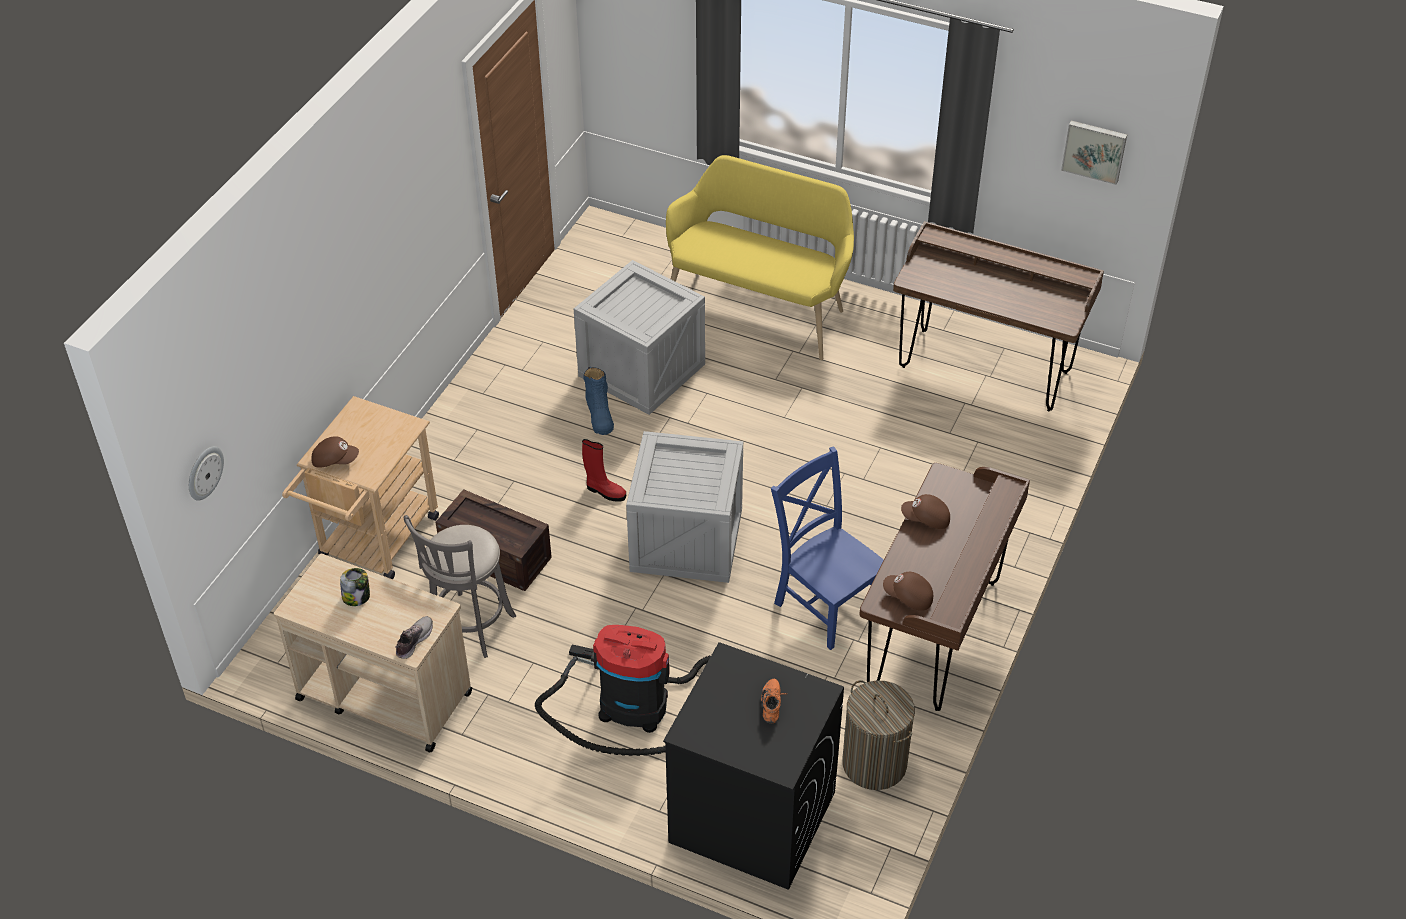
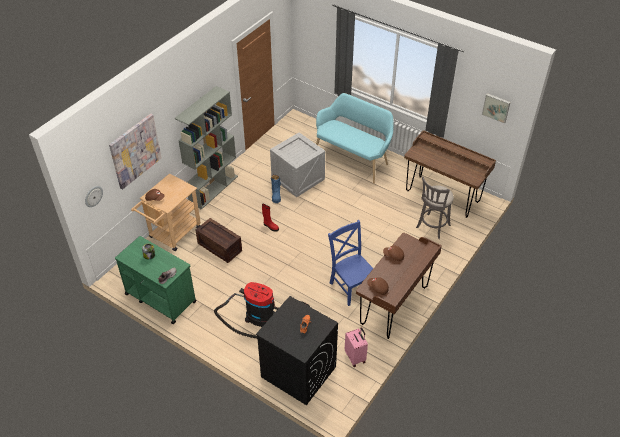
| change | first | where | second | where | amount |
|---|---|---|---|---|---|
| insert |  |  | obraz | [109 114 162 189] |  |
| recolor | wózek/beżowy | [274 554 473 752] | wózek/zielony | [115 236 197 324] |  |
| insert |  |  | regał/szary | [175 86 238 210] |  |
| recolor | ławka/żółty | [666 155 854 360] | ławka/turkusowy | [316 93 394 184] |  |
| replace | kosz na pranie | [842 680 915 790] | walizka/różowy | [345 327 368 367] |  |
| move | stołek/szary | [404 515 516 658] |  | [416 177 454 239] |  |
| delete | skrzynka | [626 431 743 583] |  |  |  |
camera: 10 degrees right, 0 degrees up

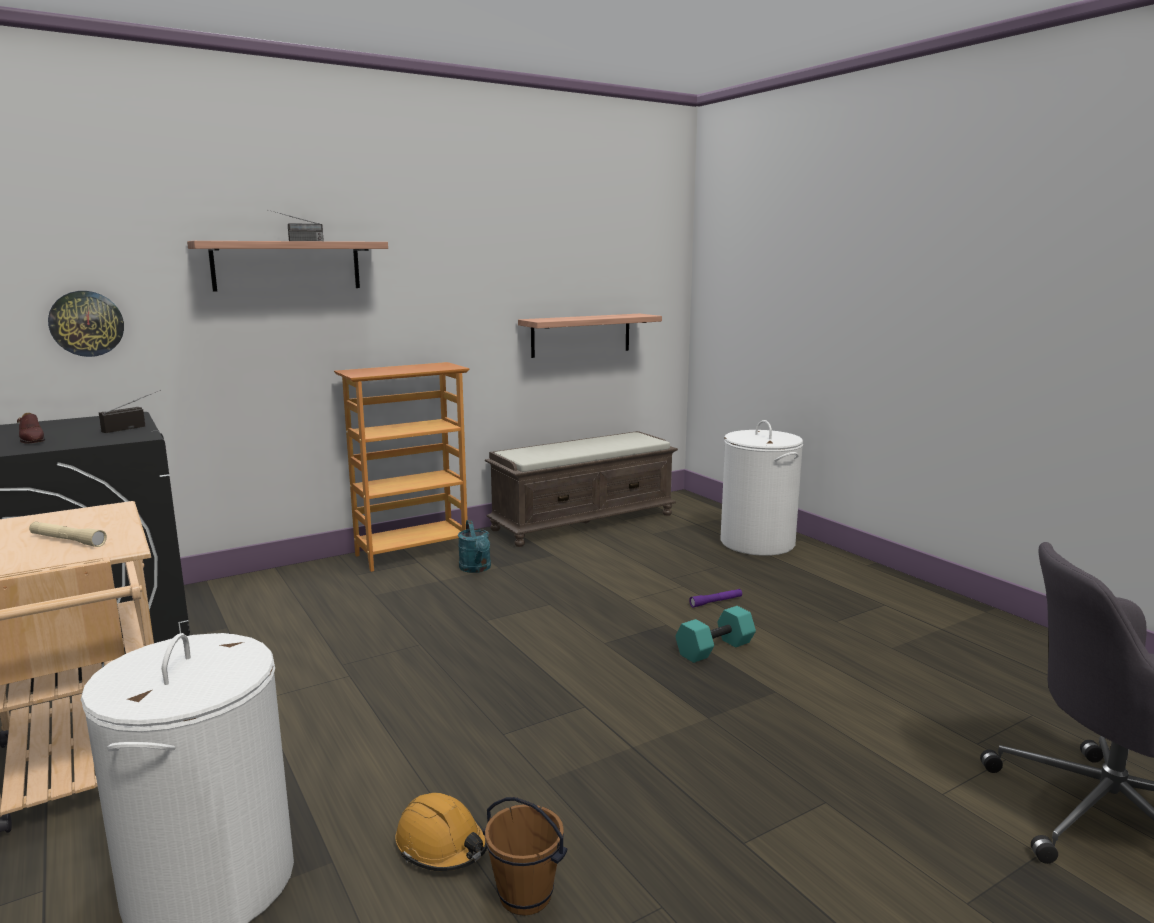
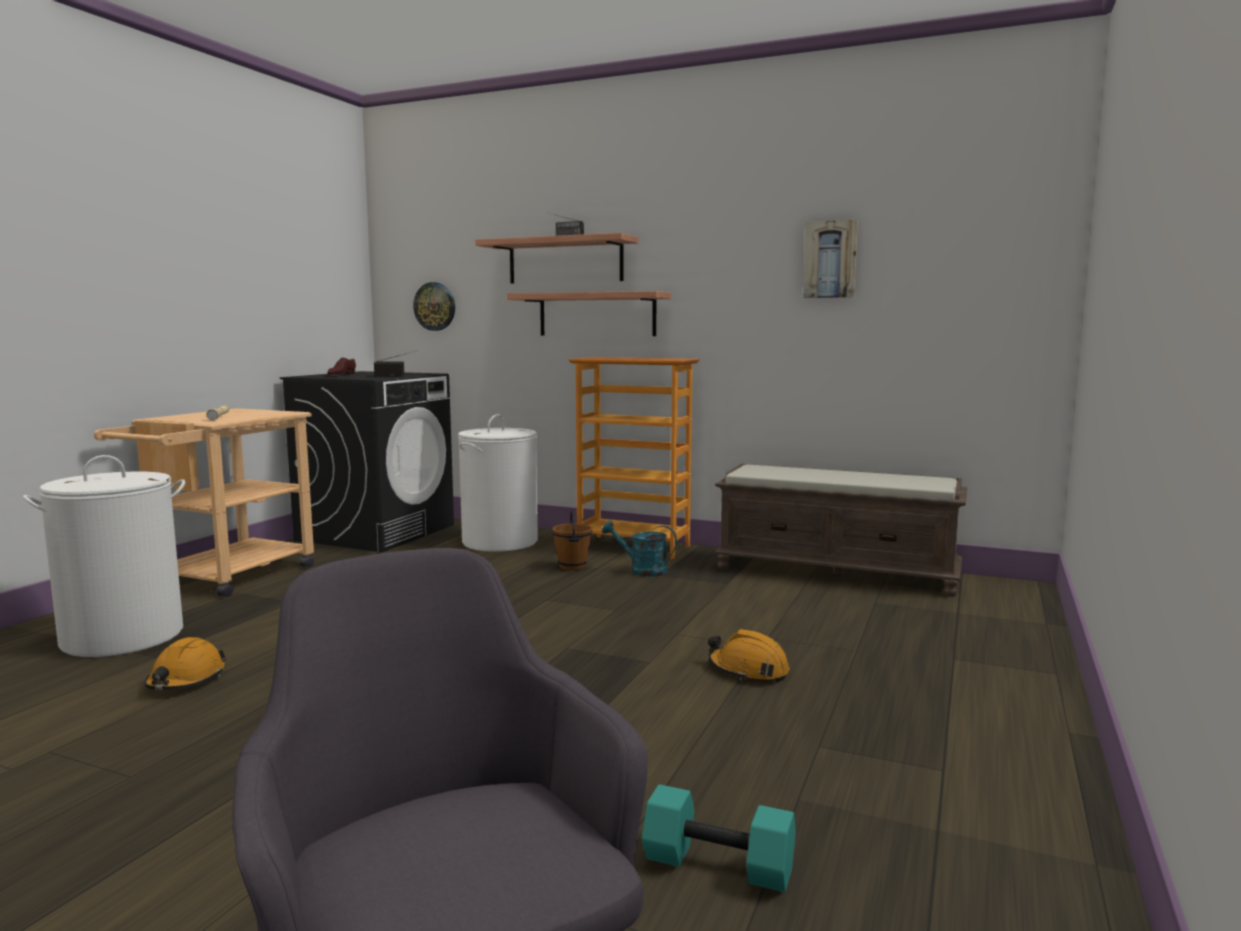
| change | first | where | second | where | amount |
|---|---|---|---|---|---|
| move | kosz na pranie/biały | [720 420 803 556] |  | [458 414 538 552] |  |
| move | półka | [518 314 662 358] |  | [507 291 671 336] |  |
| move | wiadro/brązowy | [483 797 567 916] |  | [552 510 592 571] |  |
| rotate | konewka/turkusowy | [458 520 491 573] |  | [602 520 677 576] | 75 degrees clockwise |
| move | hantel/turkusowy | [675 606 756 663] |  | [642 784 796 892] |  |
| replace | latarka/fioletowy | [689 589 742 607] | kask/pomarańczowy | [708 629 790 682] |  |
| insert |  |  | obraz | [803 220 858 298] |  |
camera: 55 degrees right, 5 degrees down

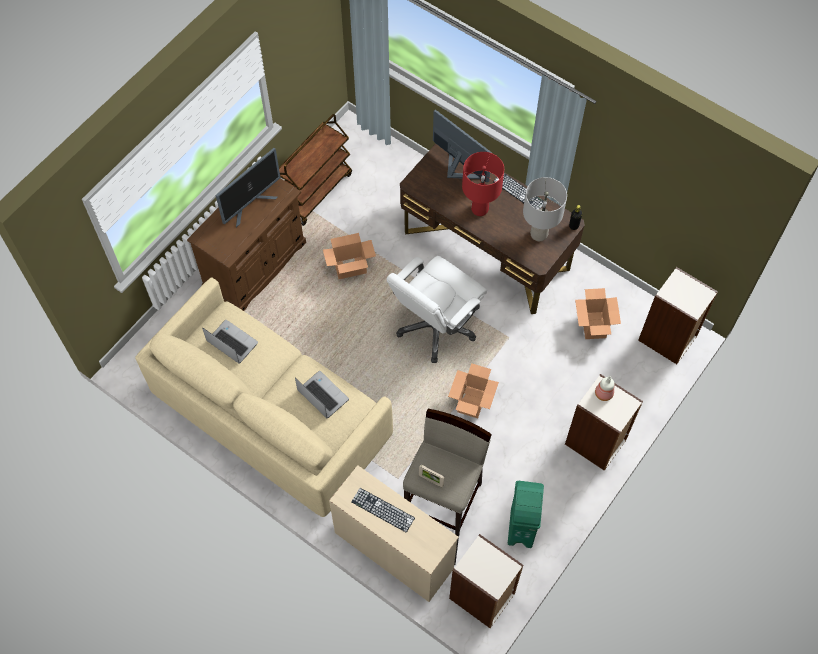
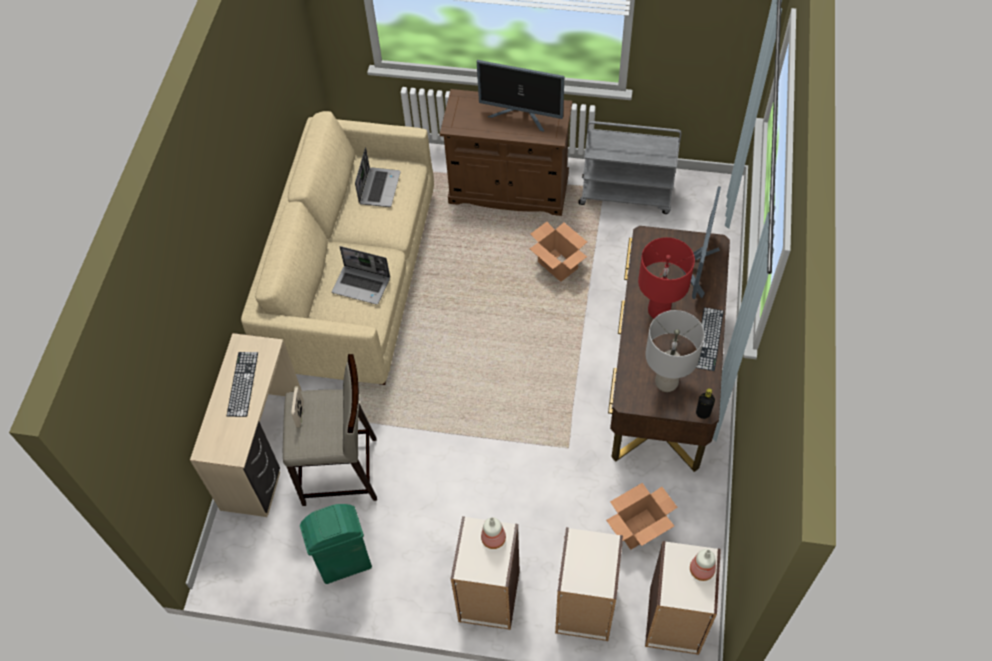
| change | first | where | second | where | amount |
|---|---|---|---|---|---|
| rotate | laptop | [295 371 349 418] |  | [332 246 390 305] | 90 degrees clockwise |
| move | regał | [449 534 523 628] |  | [555 528 623 641] |  |
| recolor | wózek/brązowy | [279 114 352 226] | wózek/szary | [578 121 681 214] |  |
| insert |  |  | butelka | [690 549 716 581] |  |
| delete | krzesło biurowe/biały | [387 256 487 363] |  |  |  |
| delete | karton | [448 363 499 418] |  |  |  |
camera: 65 degrees right, 5 degrees down

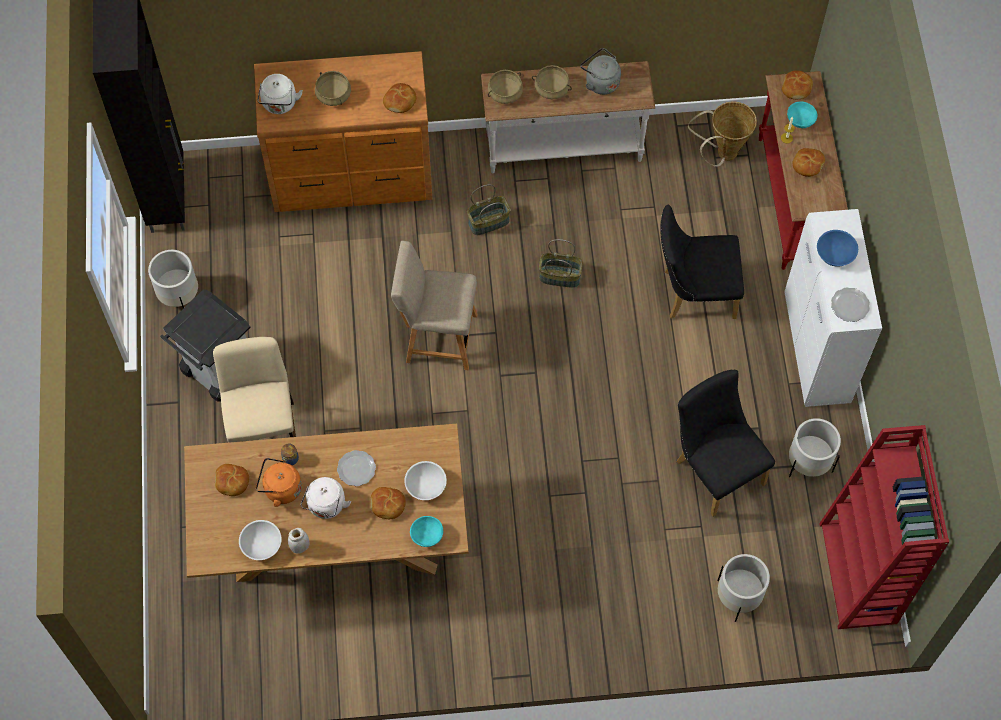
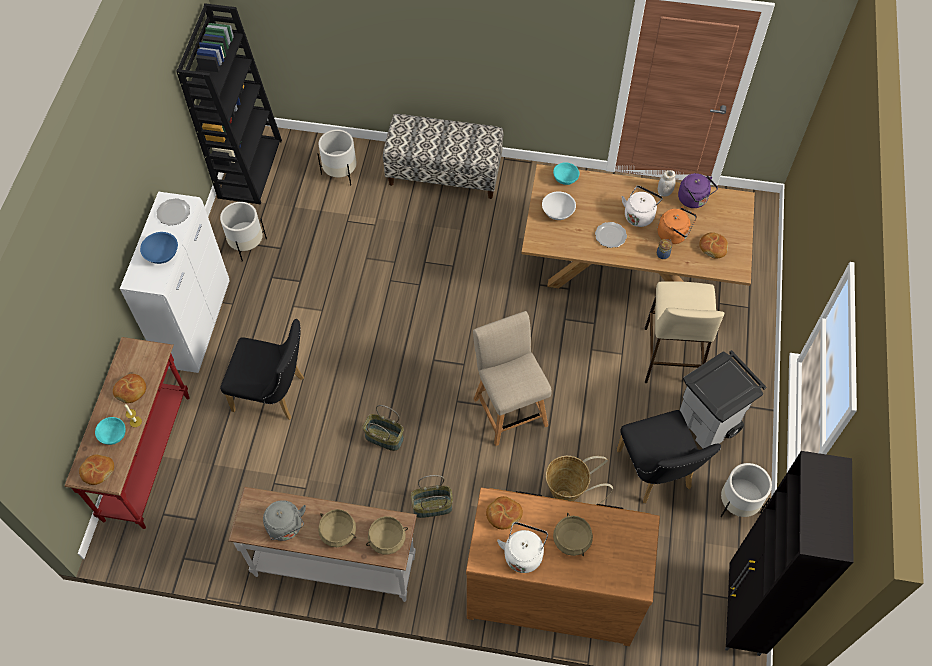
| change | first | where | second | where | amount |
|---|---|---|---|---|---|
| recolor | regał/czerwony | [819 425 949 629] | regał/czarny | [176 3 282 204] |  |
| insert |  |  | ławka | [383 114 504 199] |  |
| rotate | krzesło/beżowy | [391 241 478 370] |  | [473 311 552 446] | 135 degrees counterclockwise |
| move | czajnik/biały | [258 74 303 114] |  | [497 522 548 573] |  |
| move | koszyk | [688 102 757 167] |  | [546 456 613 504] |  |
| move | krzesło/czarny | [676 370 775 517] |  | [617 410 721 503] |  |
| replace | miska/biały | [239 520 282 560] | czajnik/fioletowy | [678 173 718 208] |  |
| delete | chleb | [371 487 406 519] |  |  |  |
camera: 165 degrees left, 5 degrees down

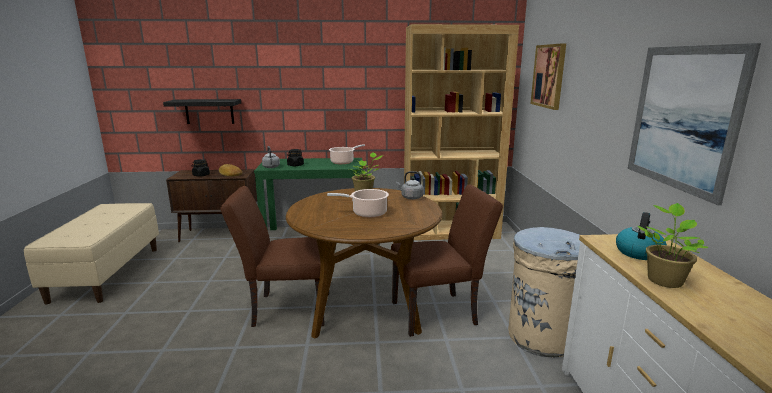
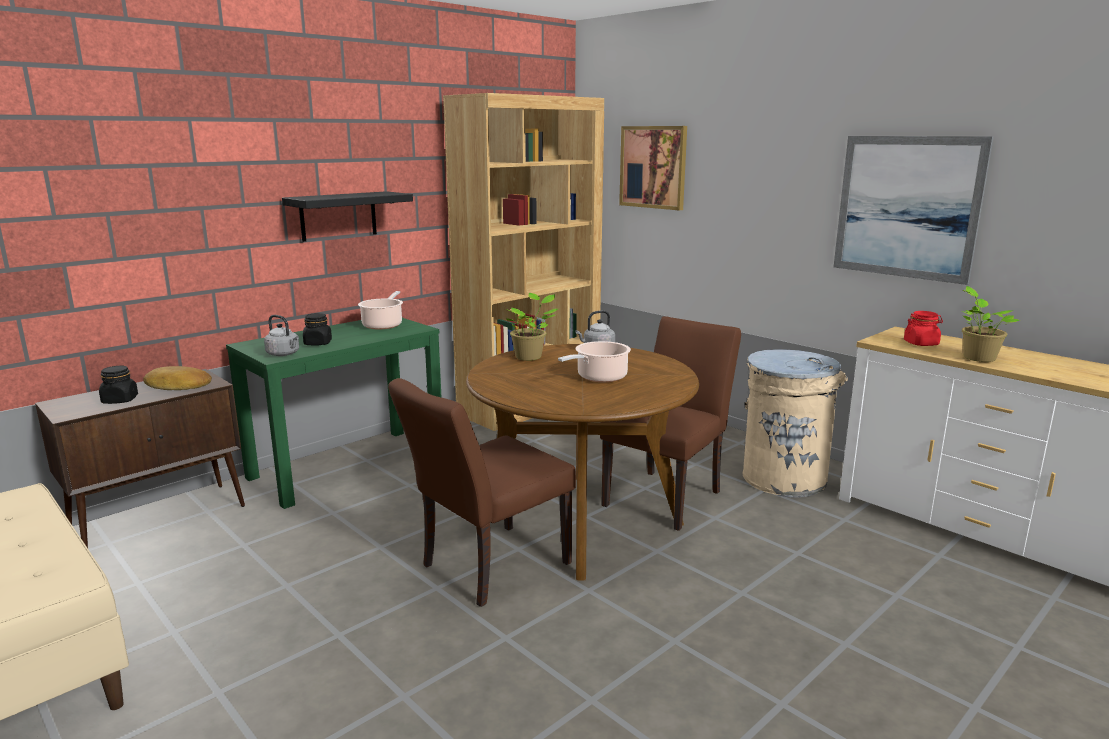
| change | first | where | second | where | amount |
|---|---|---|---|---|---|
| move | półka/czarny | [163 99 241 124] |  | [282 191 413 242] |  |
| replace | czajnik | [616 212 667 260] | słoik/czerwony | [904 311 943 346] |  |
camera: 40 degrees left, 0 degrees up

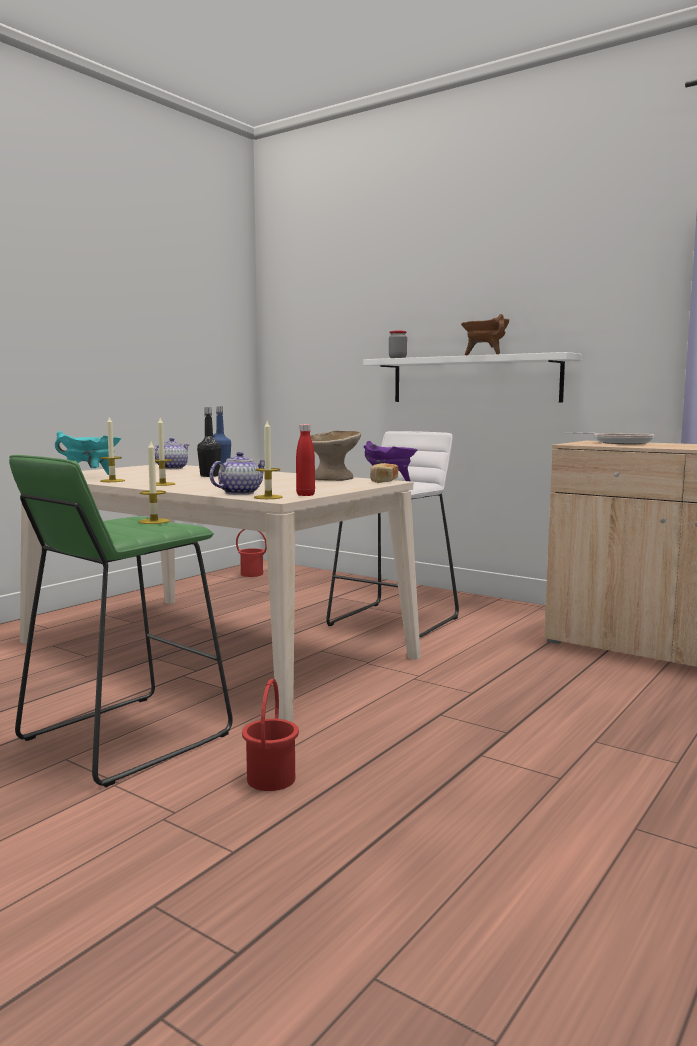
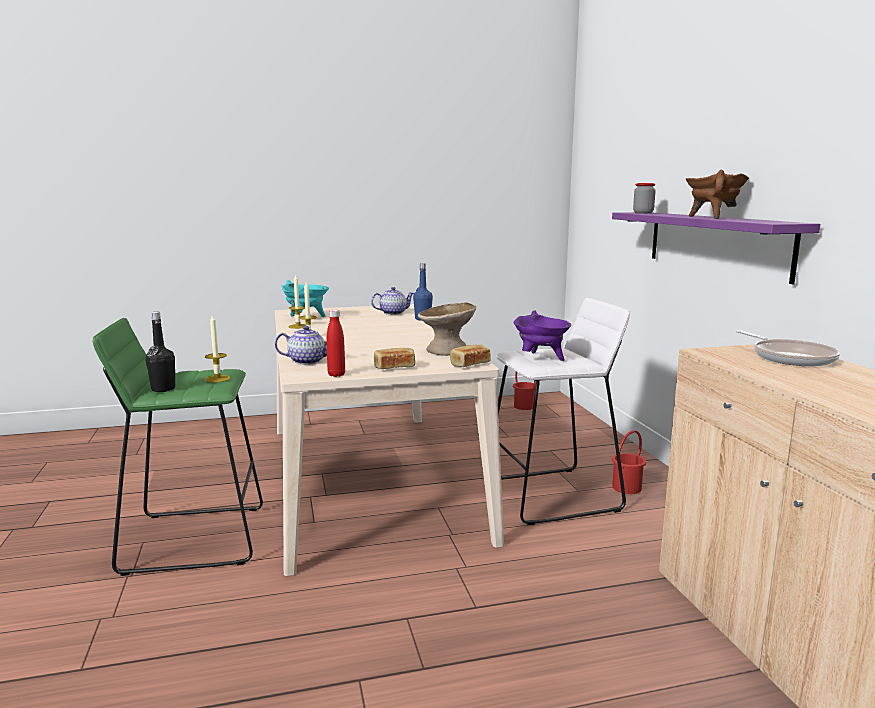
| change | first | where | second | where | amount |
|---|---|---|---|---|---|
| move | butelka/czarny | [197 407 221 477] |  | [146 312 175 392] |  |
| insert |  |  | chleb | [374 348 415 369] |  |
| recolor | półka/biały | [363 352 582 402] | półka/fioletowy | [612 212 820 284] |  |
| move | wiadro/czerwony | [242 679 299 791] |  | [612 430 646 494] |  |
| delete | świeca | [254 421 283 499] |  |  |  |
camera: 40 degrees right, 5 degrees up

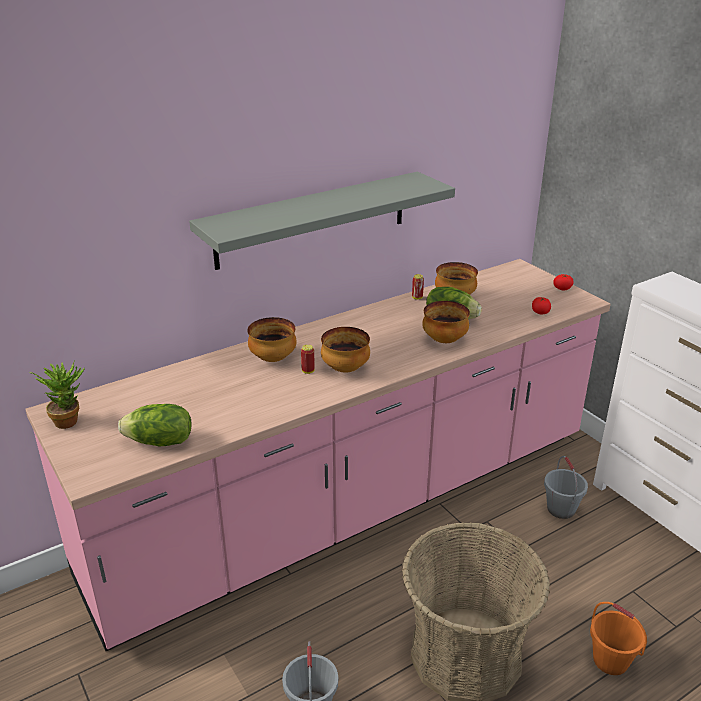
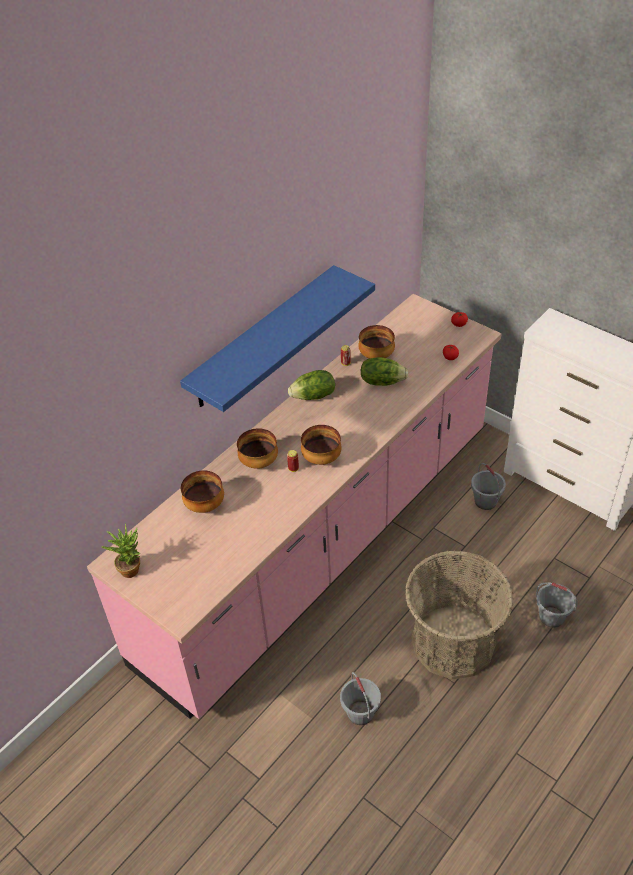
| change | first | where | second | where | amount |
|---|---|---|---|---|---|
| recolor | półka/szary | [189 172 455 270] | półka/niebieski | [180 265 375 412] |  |
| move | miska | [422 301 470 343] |  | [181 470 224 513] |  |
| move | sałata | [118 404 191 446] |  | [288 370 335 400] |  |
| recolor | wiadro/pomarańczowy | [590 602 647 675] | wiadro/szary | [536 582 578 628] |  |
camera: 15 degrees left, 15 degrees up

